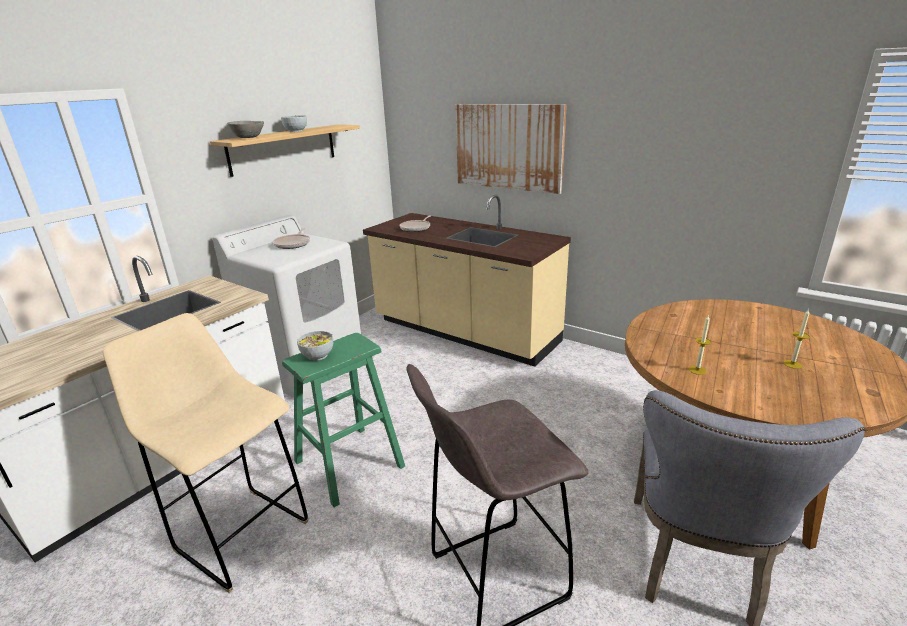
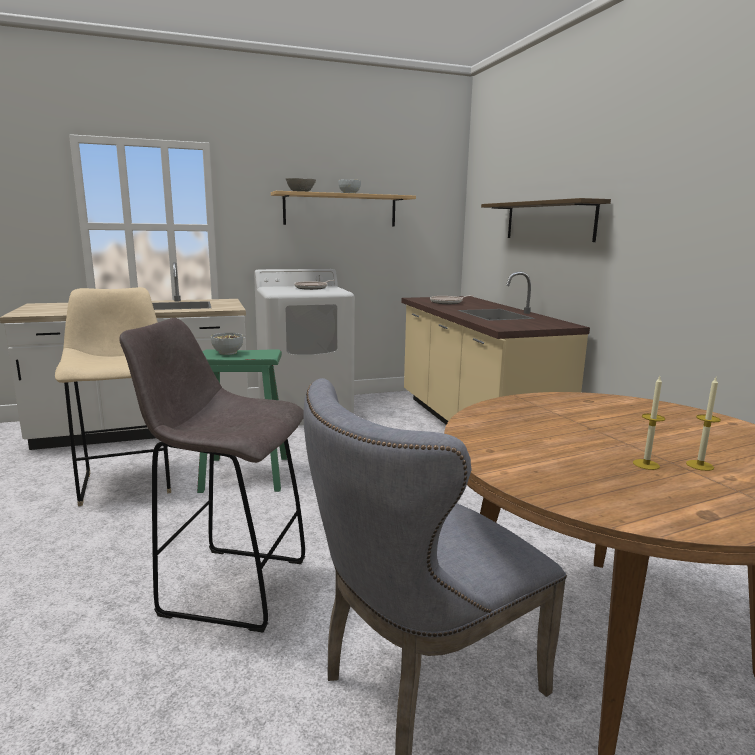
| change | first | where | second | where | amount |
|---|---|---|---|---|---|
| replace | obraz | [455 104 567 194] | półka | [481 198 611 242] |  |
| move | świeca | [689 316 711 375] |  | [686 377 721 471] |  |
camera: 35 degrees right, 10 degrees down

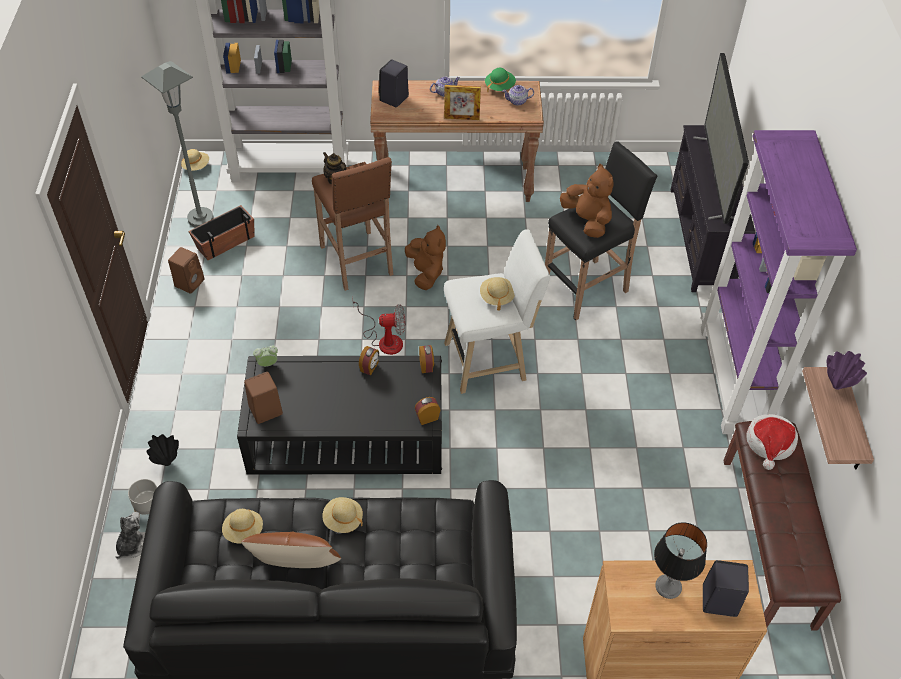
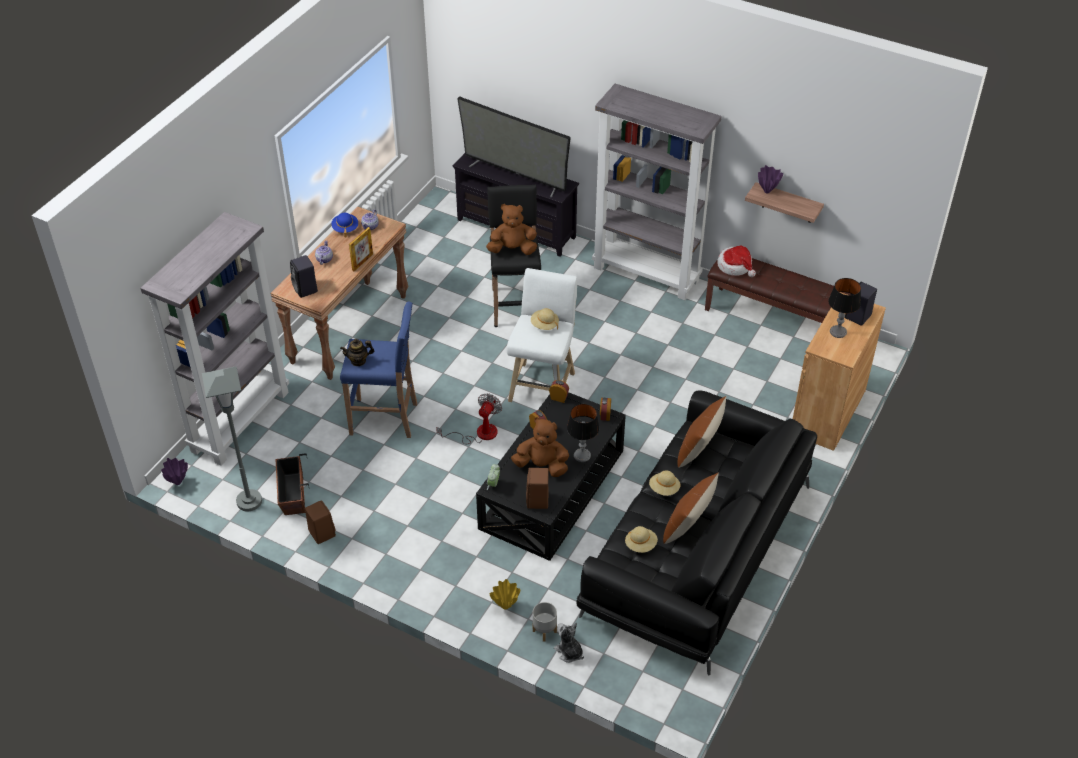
| change | first | where | second | where | amount |
|---|---|---|---|---|---|
| replace | kapelusz/beżowy | [181 149 209 171] | wazon/fioletowy | [161 458 188 485] |  |
| recolor | kapelusz/zielony | [485 68 516 92] | kapelusz/niebieski | [331 213 358 237] |  |
| recolor | stołek/brązowy | [312 157 393 291] | stołek/niebieski | [340 302 417 438] |  |
| recolor | wazon/czarny | [146 434 179 466] | wazon/żółty | [490 579 520 610] |  |
| move | pluszak/brązowy | [405 225 446 290] |  | [511 417 569 477] |  |
| insert |  |  | lampa stołowa | [567 404 599 462] |  |
| recolor | regał/fioletowy | [701 130 857 434] | regał/szary | [592 84 722 300] |  |
| insert |  |  | poduszka/brązowy | [677 396 726 468] |  |
camera: 60 degrees left, 5 degrees down

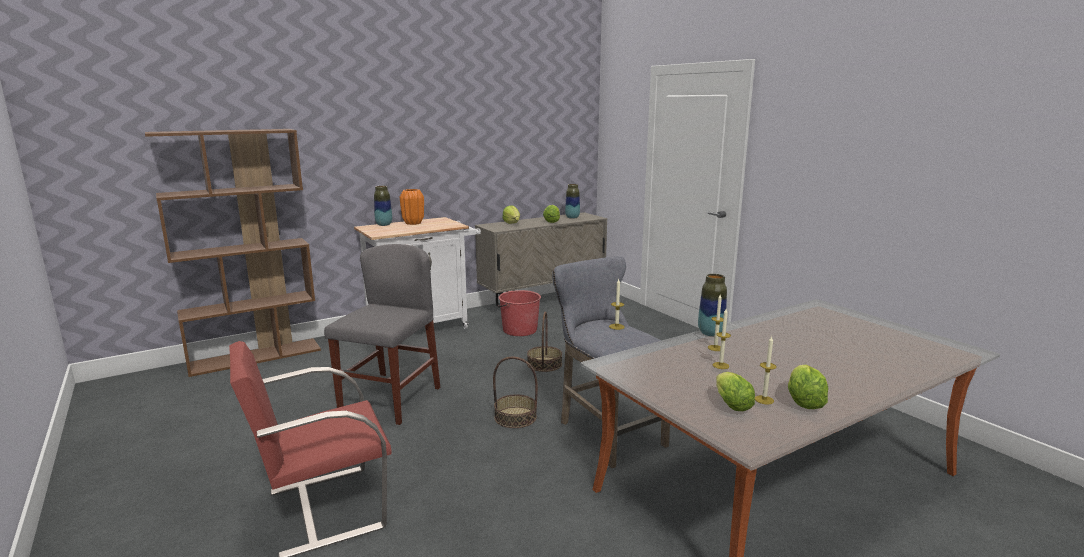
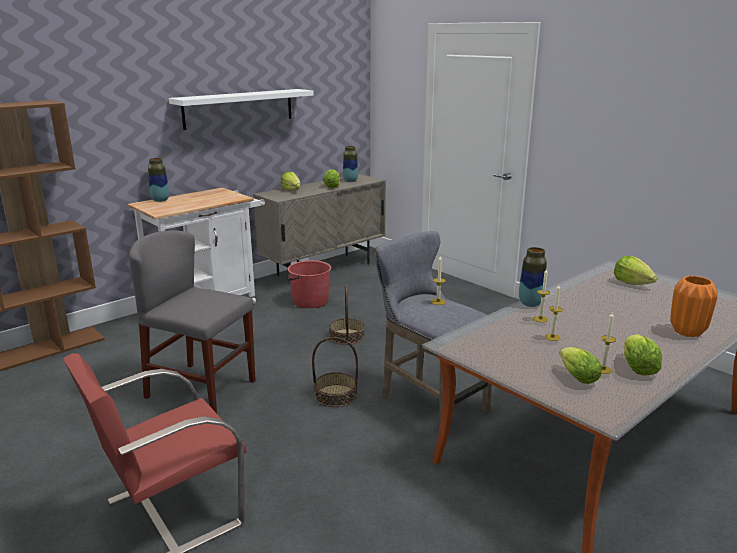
| change | first | where | second | where | amount |
|---|---|---|---|---|---|
| rotate | krzesło/szary | [324 244 440 425] |  | [129 230 256 413] | 75 degrees counterclockwise |
| insert |  |  | półka/biały | [169 89 314 130] |  |
| insert |  |  | sałata | [614 256 658 285] |  |
| move | wazon/pomarańczowy | [400 189 424 225] |  | [670 276 718 337] |  |
camera: 10 degrees left, 5 degrees up

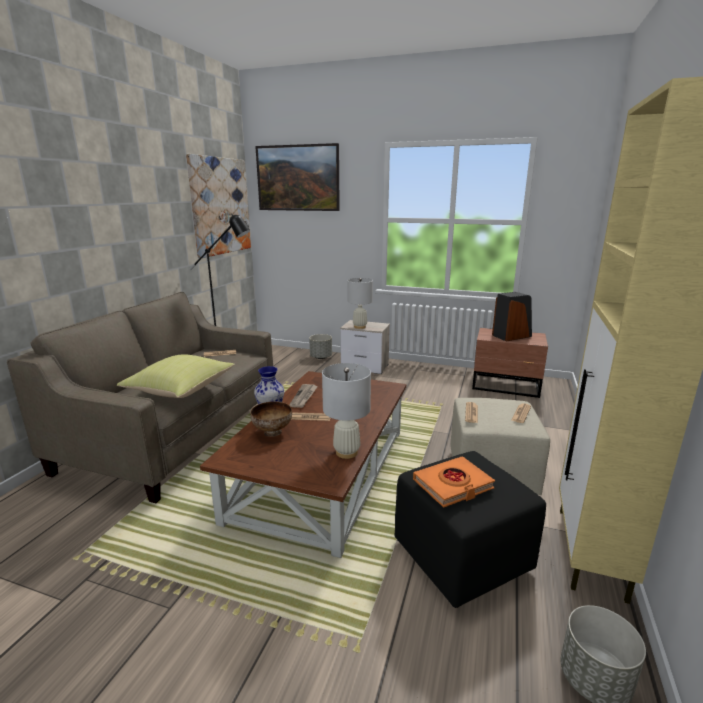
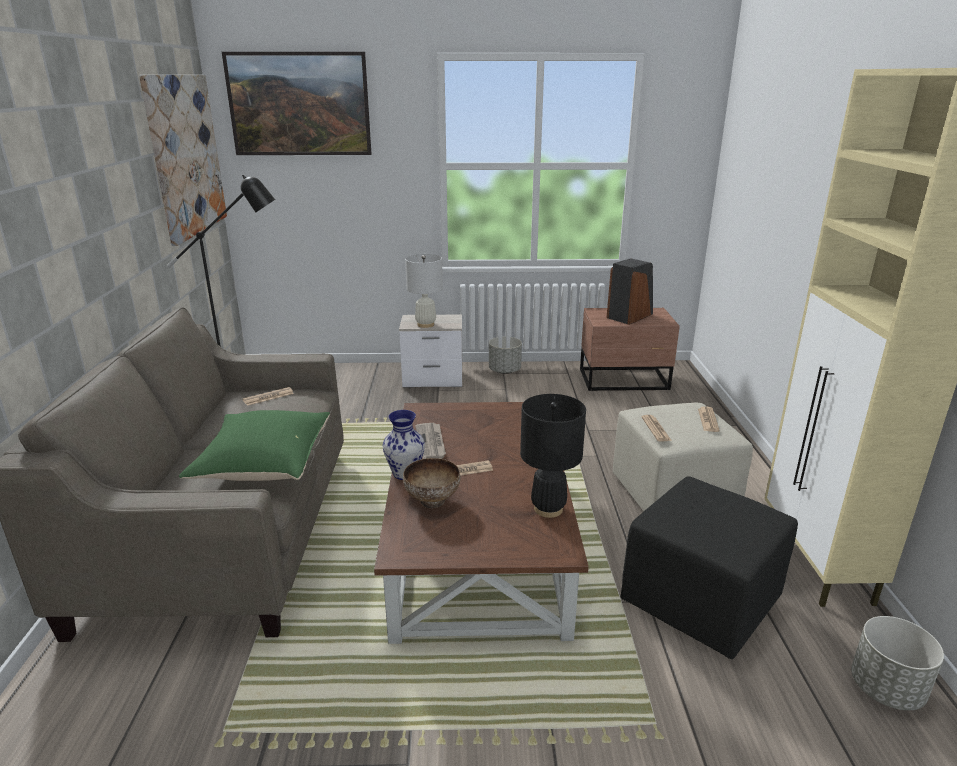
| change | first | where | second | where | amount |
|---|---|---|---|---|---|
| recolor | poduszka/żółty | [117 354 234 398] | poduszka/zielony | [179 410 330 481] |  |
| move | donica/szary | [309 334 332 359] |  | [489 337 522 374] |  |
| recolor | lampa stołowa/biały | [322 363 371 459] | lampa stołowa/czarny | [520 394 586 518] |  |
| delete | książka/pomarańczowy | [413 456 495 508] |  |  |  |
camera: 20 degrees left, 5 degrees up

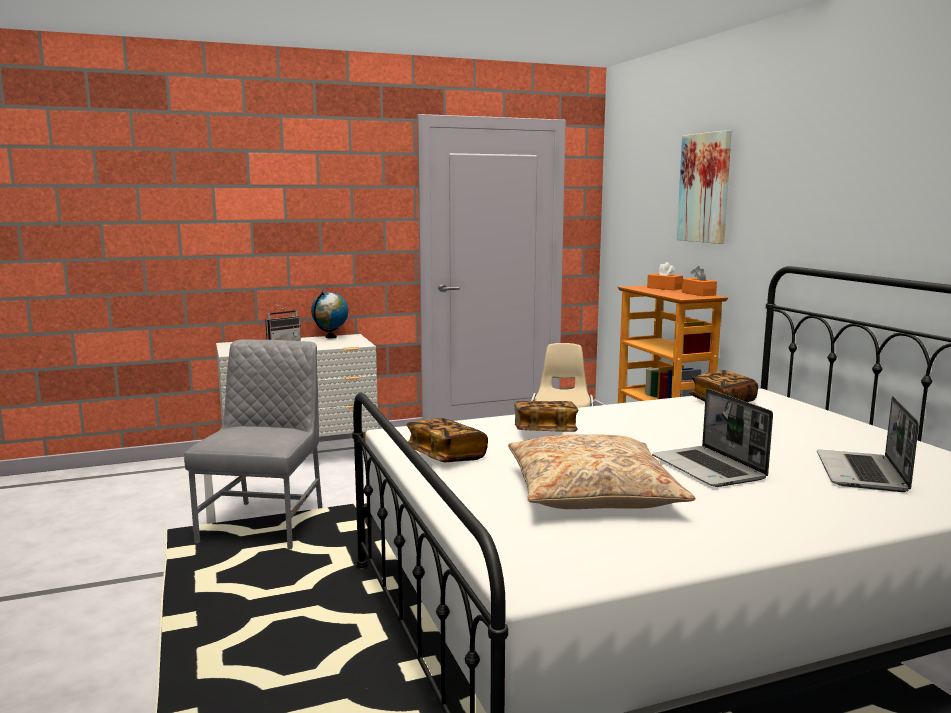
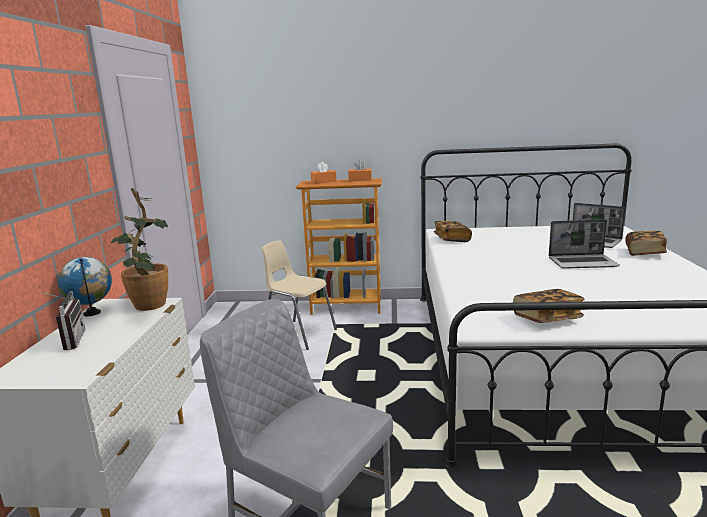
| change | first | where | second | where | amount |
|---|---|---|---|---|---|
| insert |  |  | roślina doniczkowa | [111 188 168 311] |  |
| move | książka | [514 401 578 432] |  | [625 231 667 256] |  |
| delete | poduszka/beżowy | [508 434 696 509] |  |  |  |
| delete | obraz | [677 130 732 244] |  |  |  |
camera: 65 degrees left, 5 degrees up

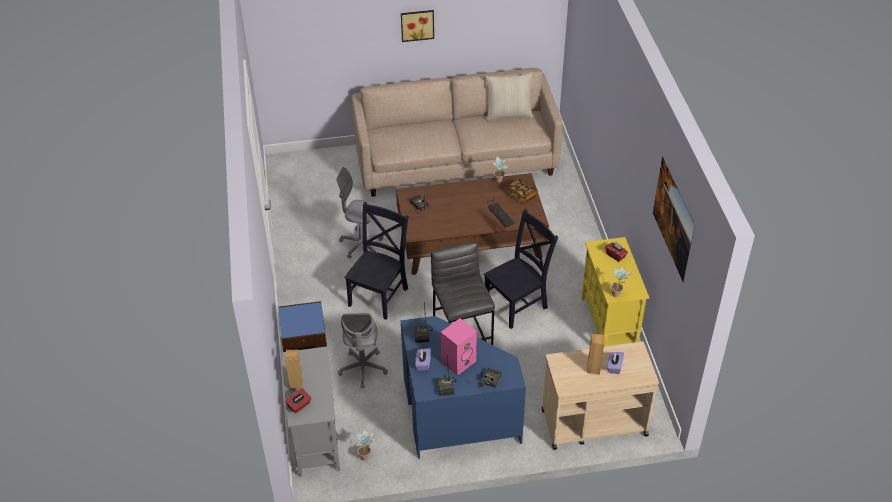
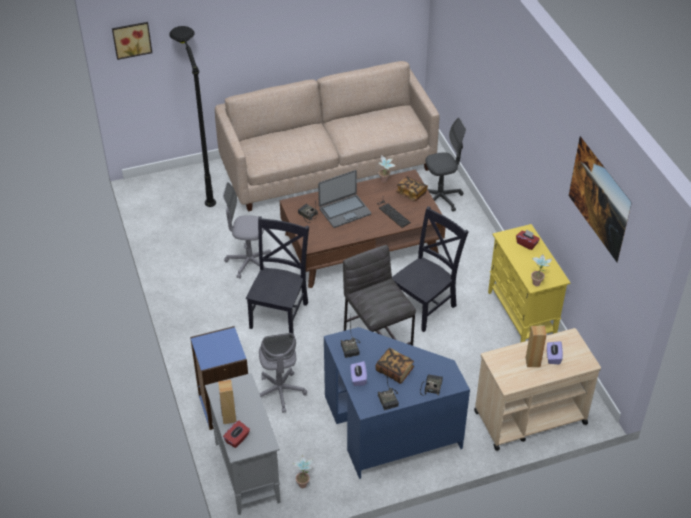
| change | first | where | second | where | amount |
|---|---|---|---|---|---|
| move | obraz | [401 10 434 42] |  | [112 22 152 60] |  |
| insert |  |  | lampa stojąca/czarny | [169 26 216 207] |  |
| insert |  |  | laptop | [318 170 371 228] |  |
| replace | głośnik/różowy | [441 318 477 376] | książka | [376 348 414 384] |  |
| insert |  |  | krzesło biurowe/szary | [425 118 466 212] |  |
| delete | poduszka/beżowy | [486 73 533 121] |  |  |  |
camera: 10 degrees left, 0 degrees up

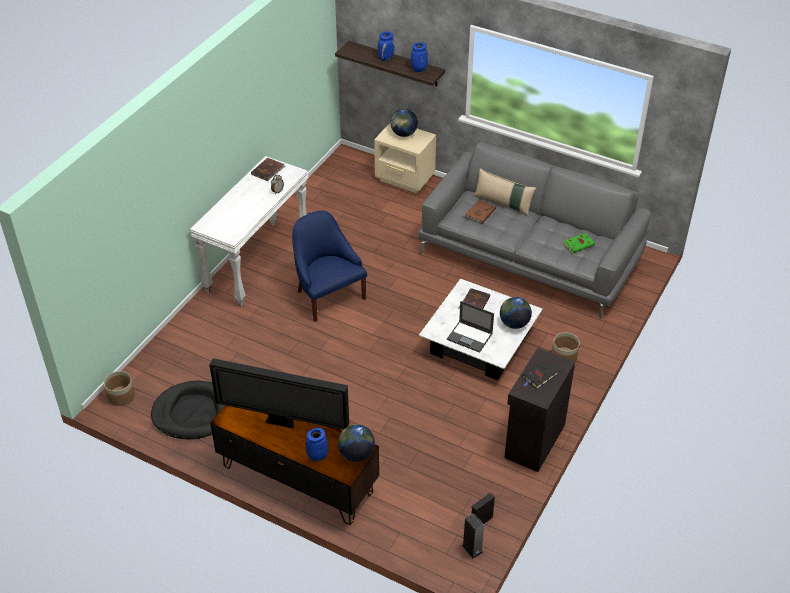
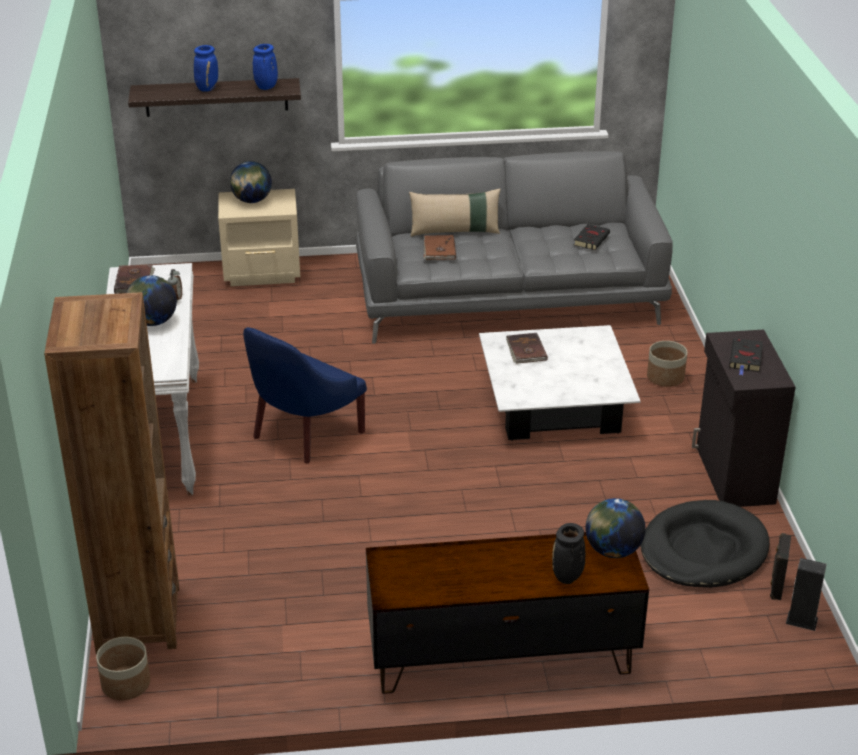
| change | first | where | second | where | amount |
|---|---|---|---|---|---|
| insert |  |  | regał/brązowy | [44 292 179 655] |  |
| move | globus | [500 297 532 329] |  | [126 275 177 326] |  |
| rotate | fotel/niebieski | [292 211 367 322] |  | [243 327 367 463] | 75 degrees counterclockwise |
| recolor | wazon/niebieski | [306 428 328 461] | wazon/czarny | [552 523 585 584] |  |
| recolor | książka/zielony | [564 233 595 253] | książka/czarny | [574 224 610 250] |  |
| move | legowisko/czarny | [151 381 225 439] |  | [641 500 770 588] |  |
| delete | telewizor | [209 358 349 430] |  |  |  |
| delete | laptop | [447 301 494 353] |  |  |  |
camera: 35 degrees left, 10 degrees down

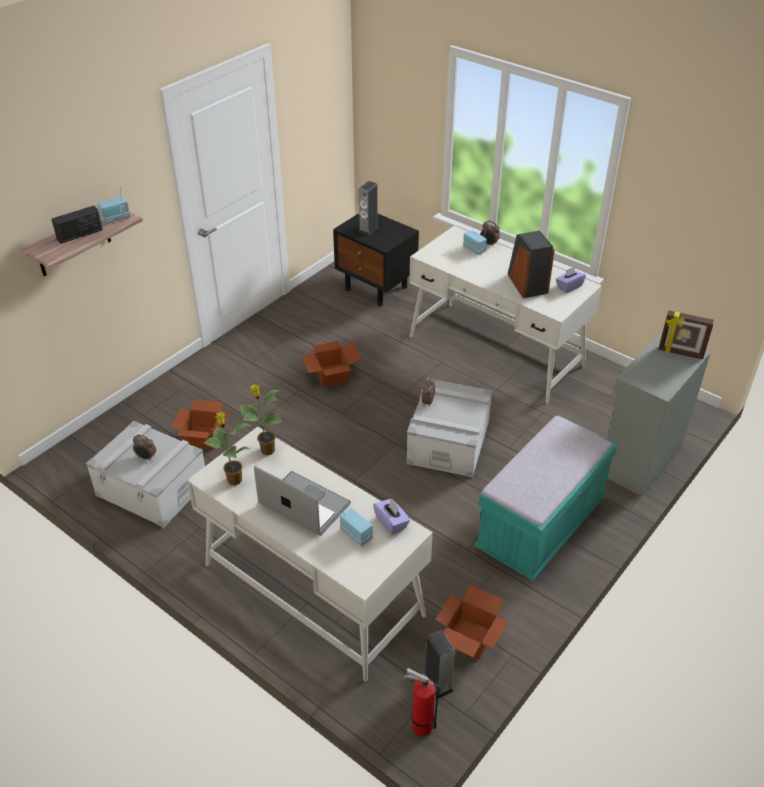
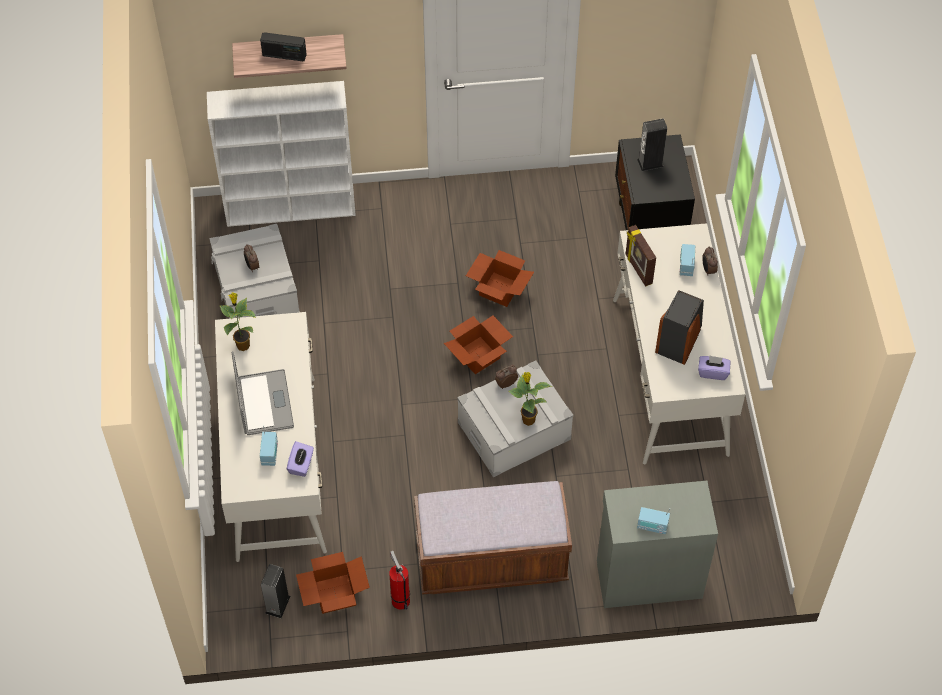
| change | first | where | second | where | amount |
|---|---|---|---|---|---|
| insert |  |  | regał/biały | [207 81 356 227] |  |
| move | gaśnica | [404 668 440 736] |  | [389 551 410 610] |  |
| recolor | ławka/turkusowy | [474 415 617 581] | ławka/brązowy | [414 481 572 595] |  |
| move | karton | [171 400 229 449] |  | [444 315 513 374] |  |
| move | roślina doniczkowa | [240 384 282 456] |  | [508 372 552 426] |  |
| move | ramka na zdjęcie | [658 310 714 359] |  | [626 225 656 286] |  |
| move | radio | [97 186 130 224] |  | [637 507 670 534] |  |
camera: 45 degrees right, 15 degrees up

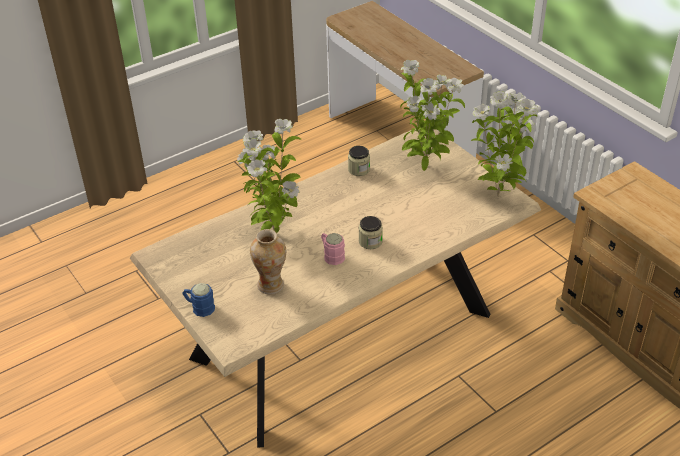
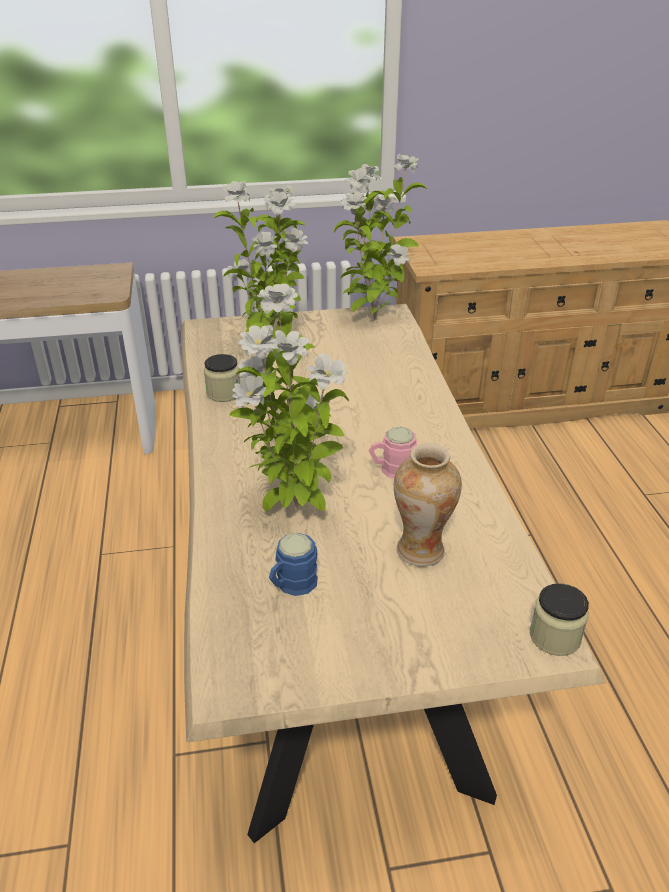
| change | first | where | second | where | amount |
|---|---|---|---|---|---|
| move | kubek/niebieski | [182 283 215 317] |  | [269 533 318 596] |  |
| move | słoik | [359 216 383 249] |  | [530 583 589 656] |  |
camera: 65 degrees left, 5 degrees down

